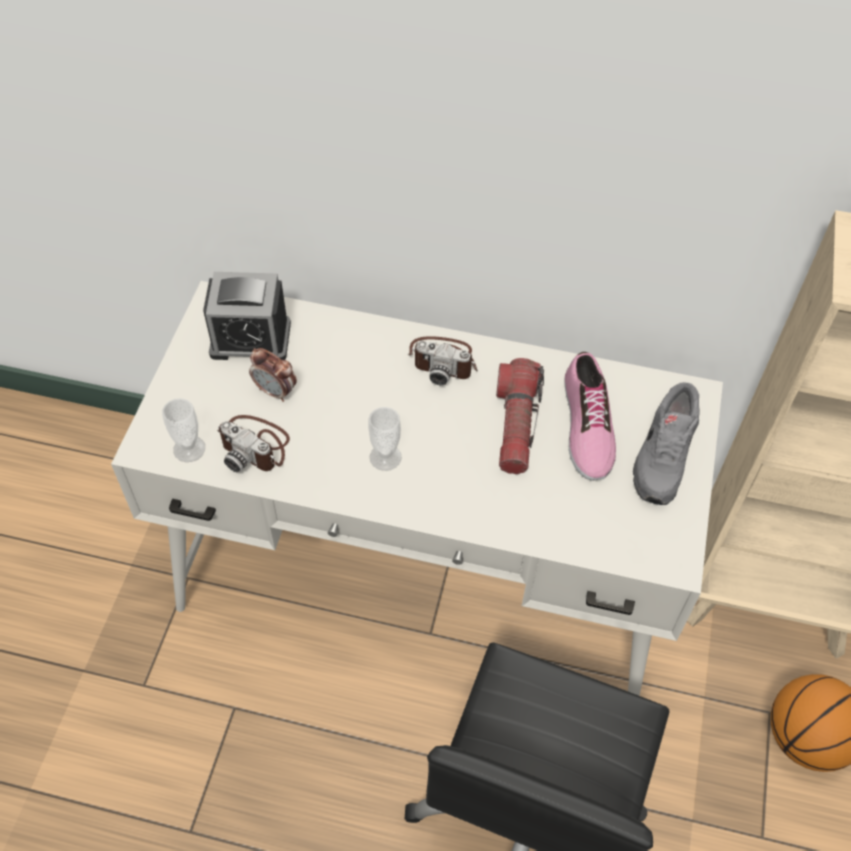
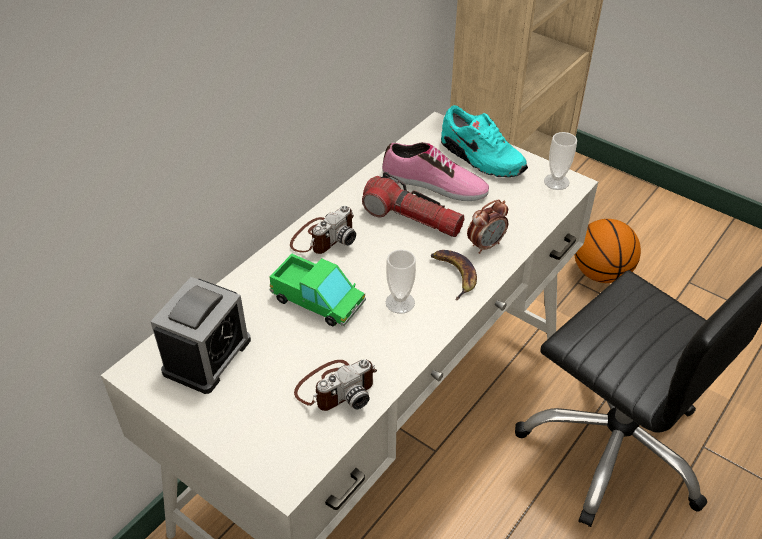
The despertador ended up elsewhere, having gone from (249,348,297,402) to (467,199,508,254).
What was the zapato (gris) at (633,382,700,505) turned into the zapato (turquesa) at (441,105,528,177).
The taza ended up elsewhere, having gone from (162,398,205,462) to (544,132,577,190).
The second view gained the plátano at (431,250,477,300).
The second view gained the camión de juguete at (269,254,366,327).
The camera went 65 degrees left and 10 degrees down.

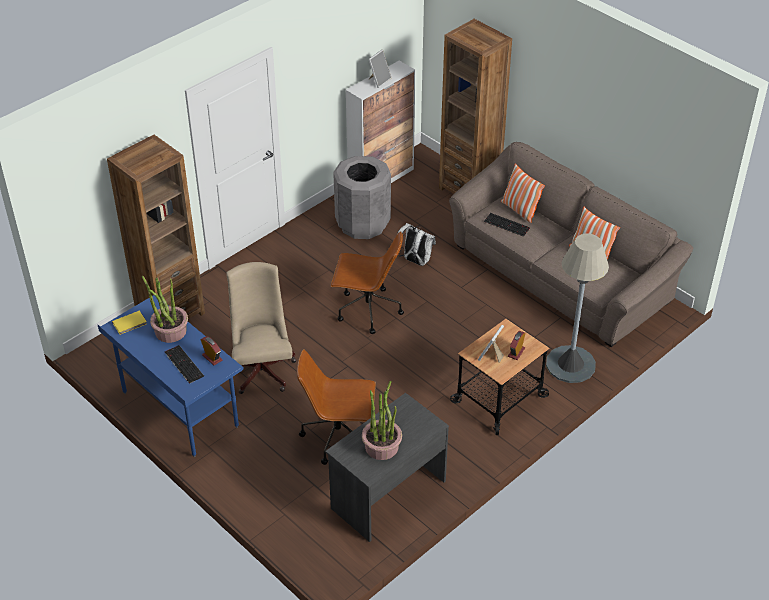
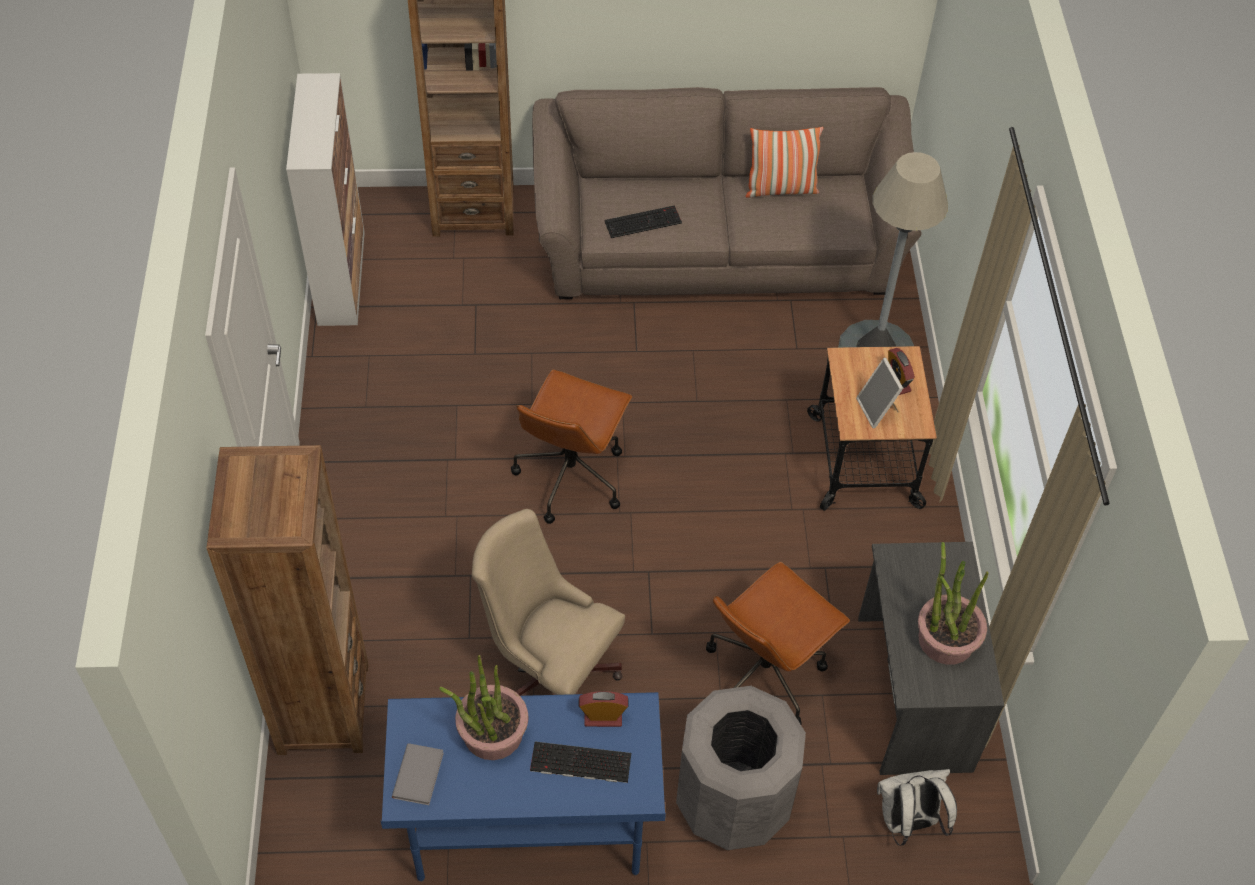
The second view lost the portarretratos at (368,50,392,88).
The papelera (gris) ended up elsewhere, having gone from (333,156,391,239) to (676,686,806,850).
The second view lost the cojín at (501,163,545,223).
The mochila (blanco) ended up elsewhere, having gone from (397,223,436,266) to (877,769,957,846).
The silla de oficina (marrón) at (331,232,404,334) ended up facing another way, 150 degrees clockwise from before.
What was the libro (amarillo) at (112,311,147,335) turned into the libro (gris) at (392,743,444,805).
The camera went 50 degrees left and 10 degrees up.

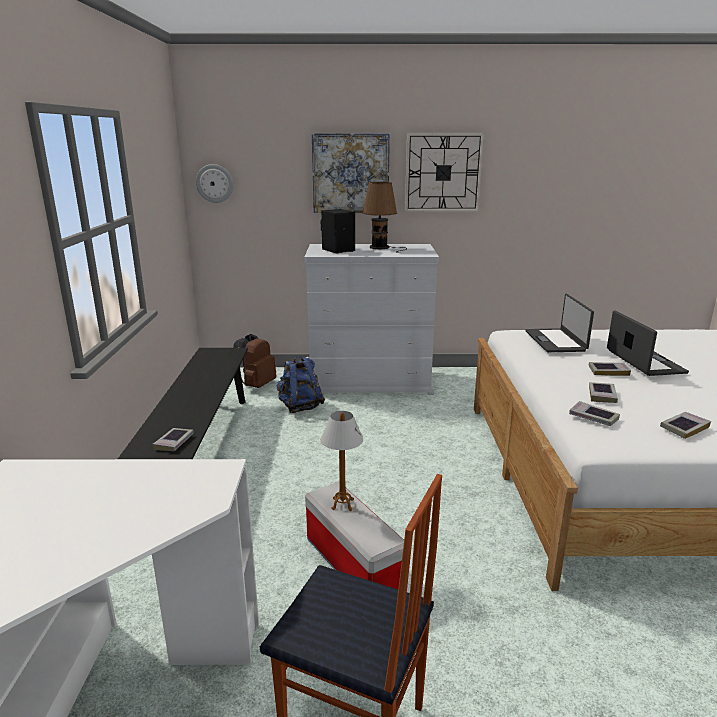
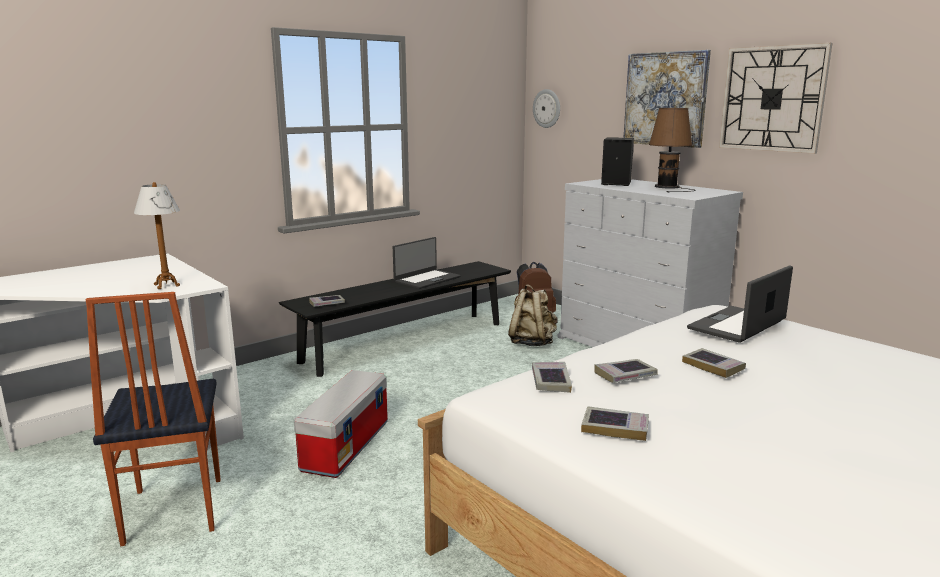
The portátil ended up elsewhere, having gone from (607,310,689,376) to (393,237,461,289).
What was the mochila (azul) at (277,356,325,413) turned into the mochila (beis) at (508,284,558,346).
The lámpara de mesa ended up elsewhere, having gone from (321,411,363,511) to (134,182,180,289).
The camera went 50 degrees right and 5 degrees down.

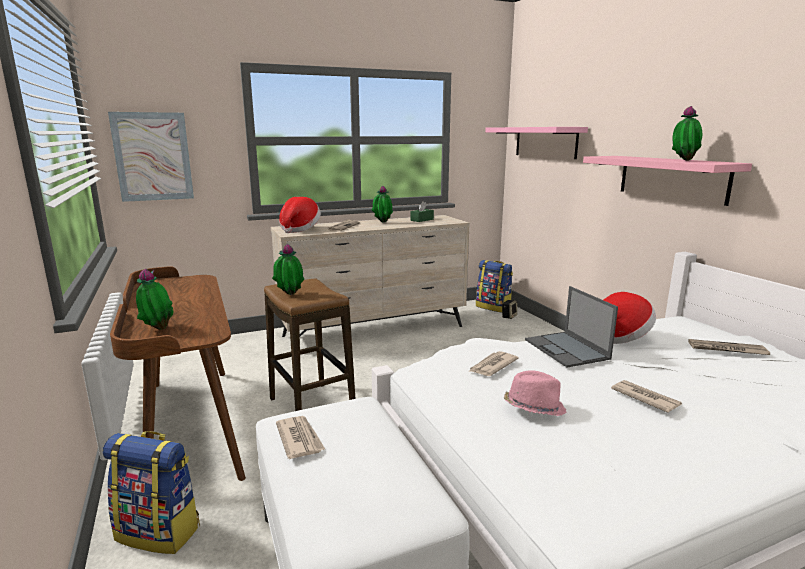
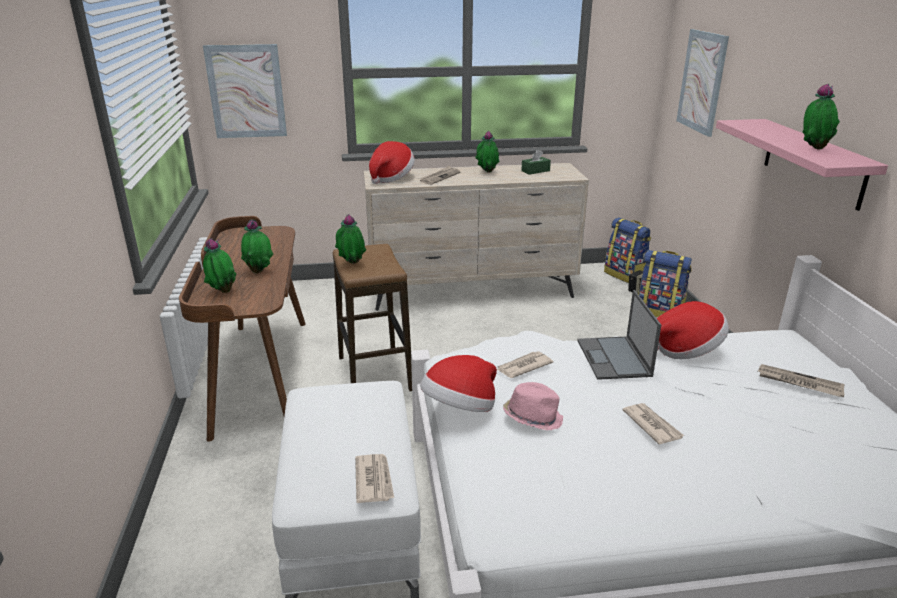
Where the estante (rosa) hung at (485,127,588,159), the cuadro came to hang at (676,29,729,137).
The periódico ended up elsewhere, having gone from (276,416,325,459) to (355,454,394,503).
The mochila ended up elsewhere, having gone from (103,431,200,554) to (638,250,692,317).
The second view gained the planta en maceta at (241,219,273,273).
The second view gained the sombrero at (420,355,497,412).
The camera went 15 degrees right and 10 degrees up.

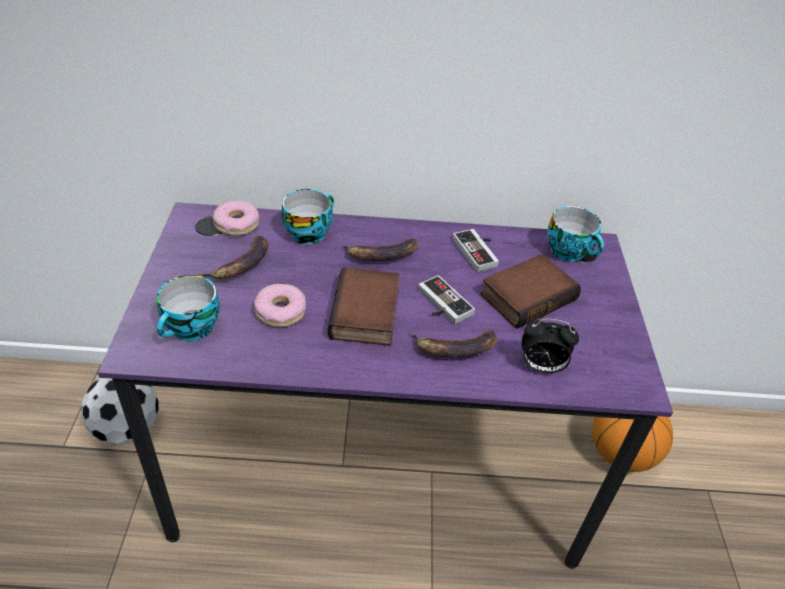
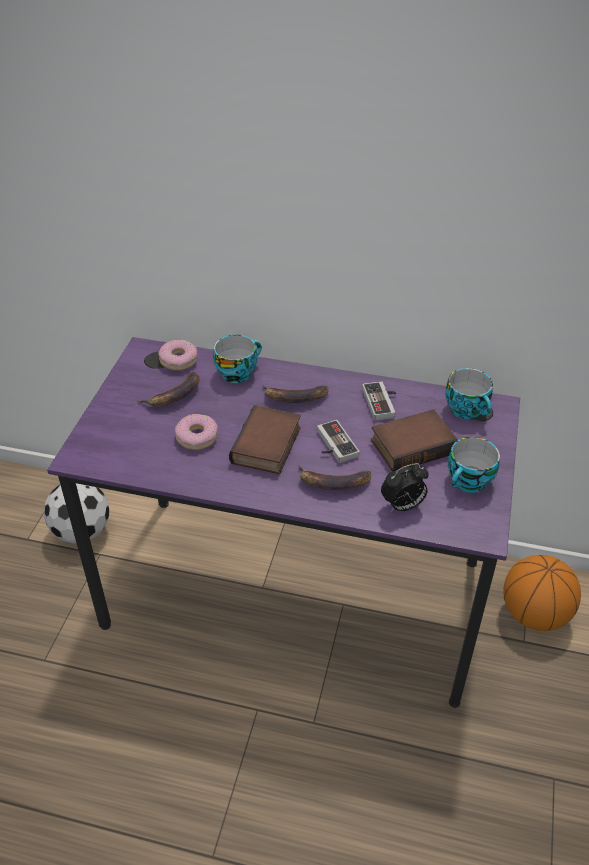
The taza ended up elsewhere, having gone from (157,275,220,341) to (448,437,500,493).
The despertador at (522,318,579,373) ended up facing another way, 45 degrees counterclockwise from before.
The camera went 15 degrees right and 0 degrees up.

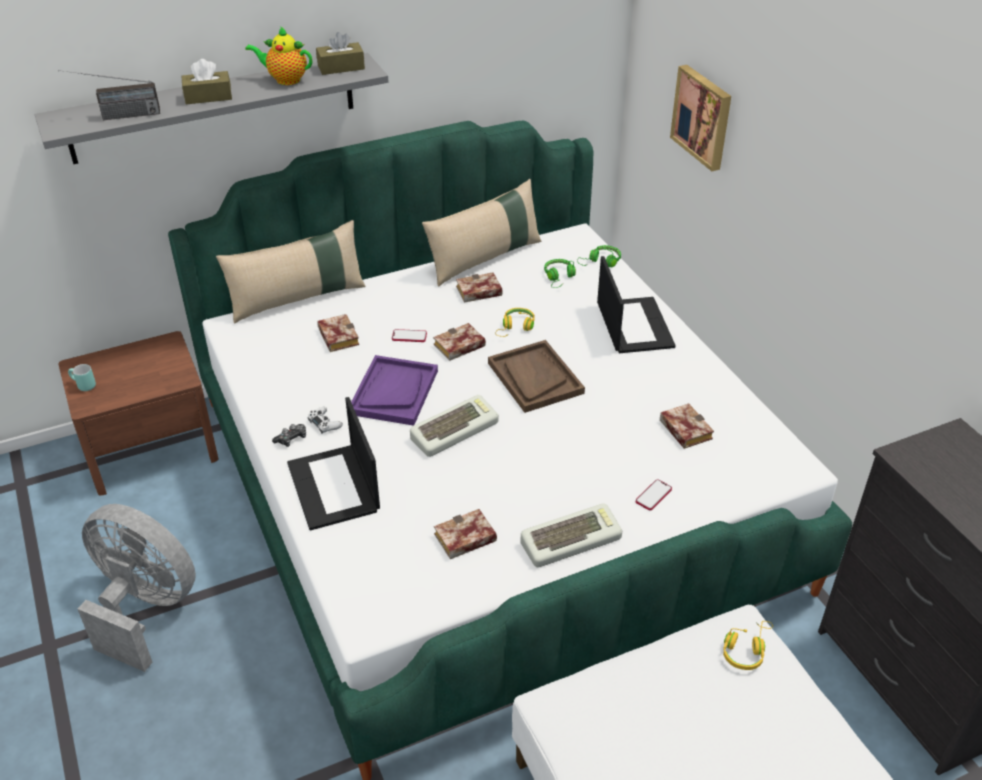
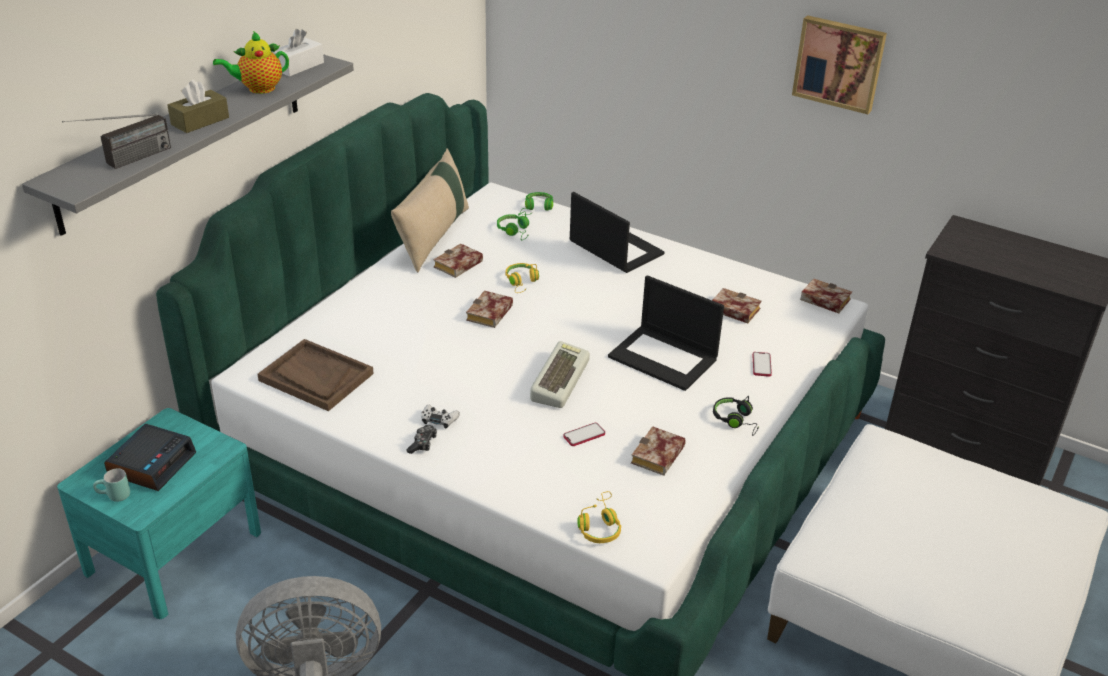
What was the caja de pañuelos (marrón) at (316,32,365,75) turned into the caja de pañuelos (blanco) at (272,29,324,77).
The cuadro ended up elsewhere, having gone from (670,65,731,171) to (792,15,887,114).
The second view lost the cojín (beis) at (216,220,365,323).
The libro ended up elsewhere, having gone from (317,314,359,352) to (800,279,852,313).
The móvil ended up elsewhere, having gone from (392,329,427,342) to (563,423,605,446).
What was the mesita de noche (marrón) at (58,331,218,495) turned into the mesita de noche (turquesa) at (57,408,261,619).
The bandeja (marrón) ended up elsewhere, having gone from (488,340,585,413) to (258,339,374,411).
The second view lost the bandeja (morado) at (351,355,438,426).
The portátil ended up elsewhere, having gone from (287,397,380,530) to (608,275,724,391).
Where the teclado stood at (520,503,622,567), the auriculares (negro) came to stand at (713,396,759,436).
The auriculares (amarillo) ended up elsewhere, having gone from (723,621,773,670) to (577,491,621,543).
The second view gained the despertador at (104,424,196,491).
The camera went 35 degrees left and 5 degrees down.

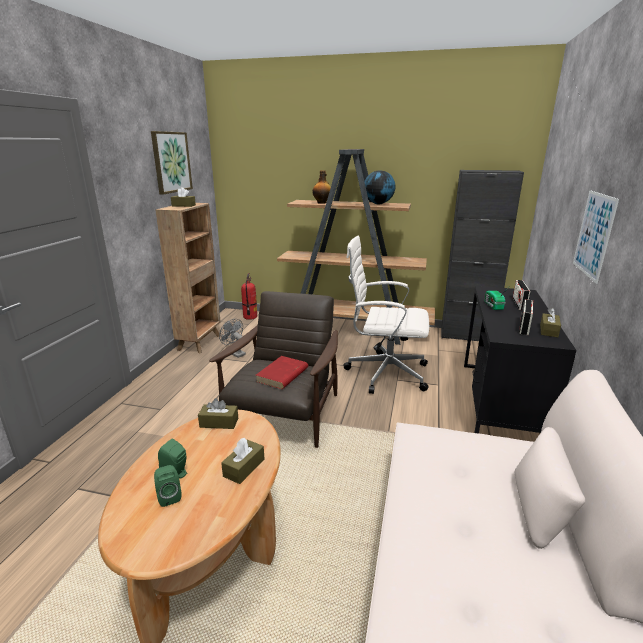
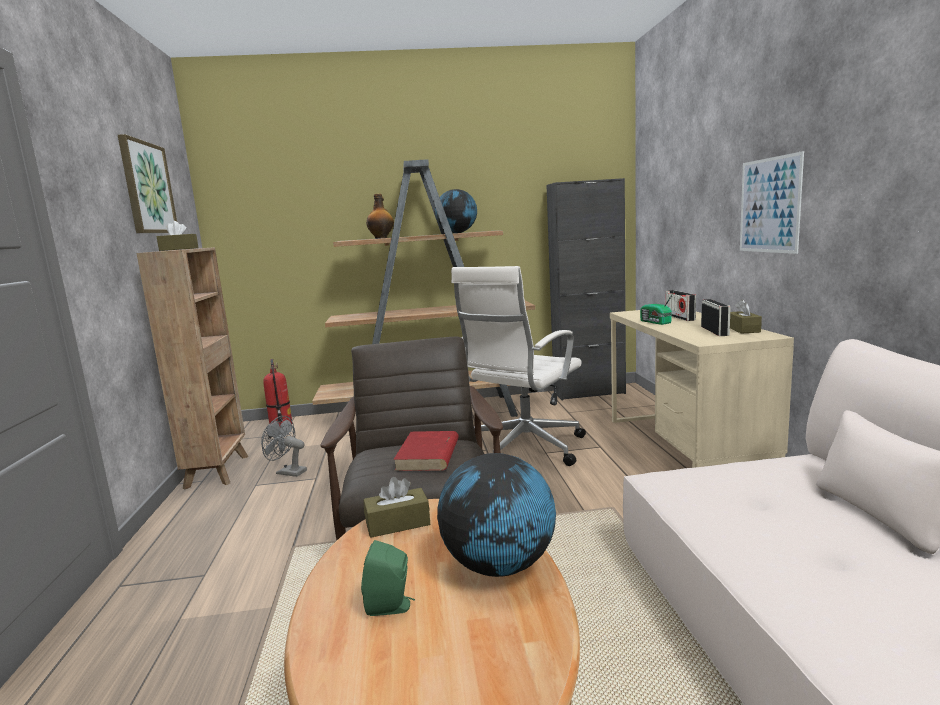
The silla de oficina (blanco) at (343,236,429,394) ended up facing another way, 45 degrees counterclockwise from before.
What was the escritorio (negro) at (464,286,576,433) turned into the escritorio (beis) at (610,310,794,468).
Where the caja de pañuelos (marrón) stood at (221,438,265,484), the globo terráqueo came to stand at (437,453,556,577).
The second view lost the altavoz (verde) at (154,465,181,507).
The camera went 20 degrees left and 10 degrees down.

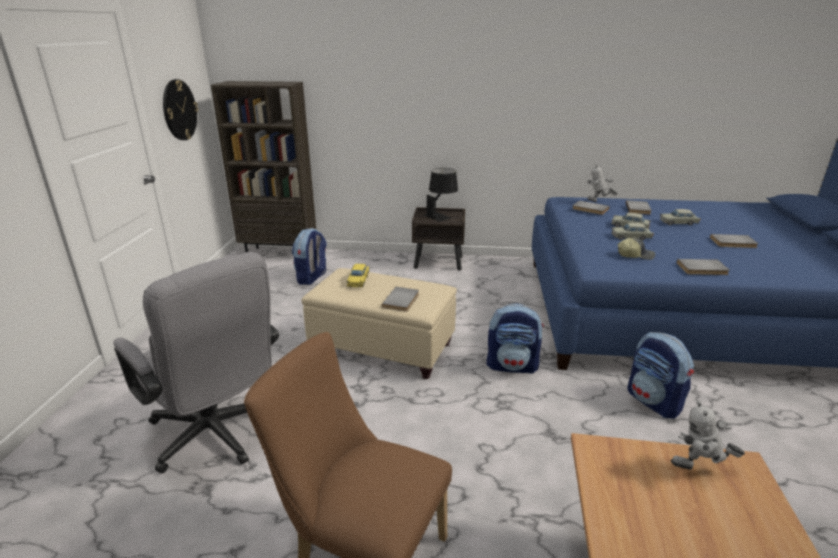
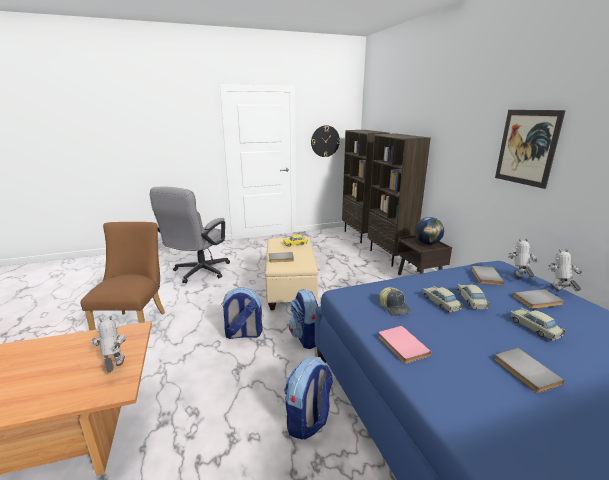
Where the lámpara de mesa (negro) stood at (424,168,458,221), the globo terráqueo came to stand at (415,217,444,245).
The mochila ended up elsewhere, having gone from (292,228,327,285) to (221,287,263,339).
What was the libro (gris) at (677,259,730,275) turned into the libro (rosa) at (379,326,431,364).
The second view gained the cuadro at (495,110,566,189).
The second view gained the estantería (marrón) at (367,134,431,267).
The second view gained the robot de juguete at (548,249,584,291).
The camera went 65 degrees right and 5 degrees down.

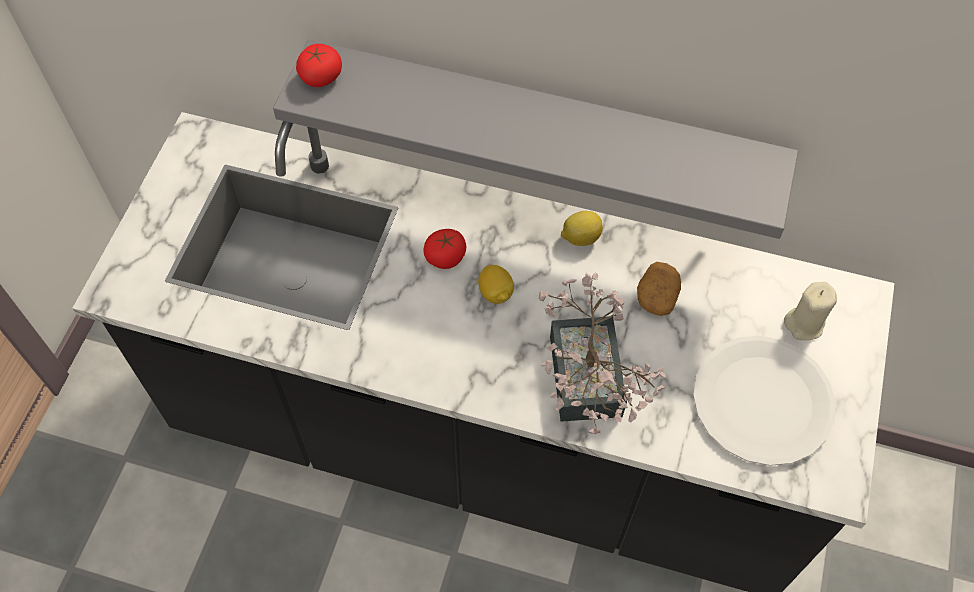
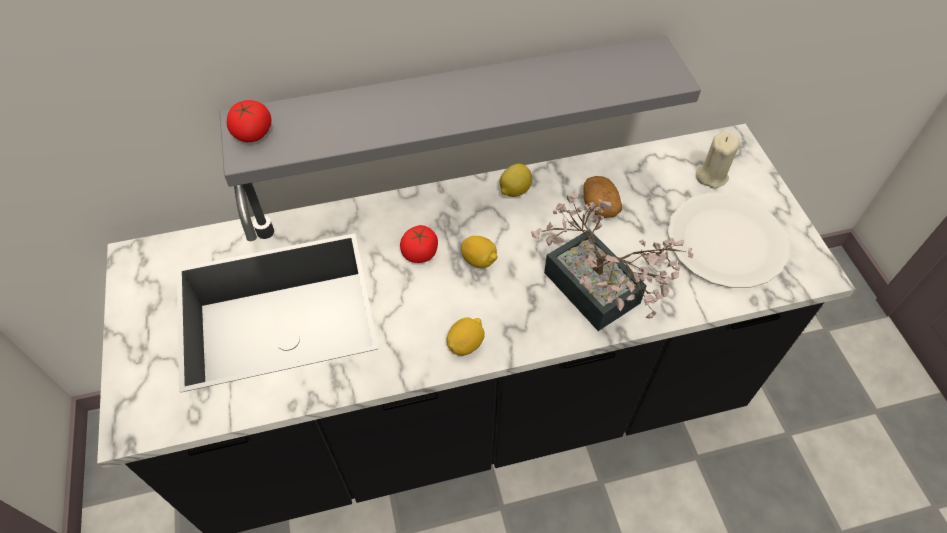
The second view gained the limón at (447,318,485,356).
The camera went 30 degrees left and 5 degrees down.

